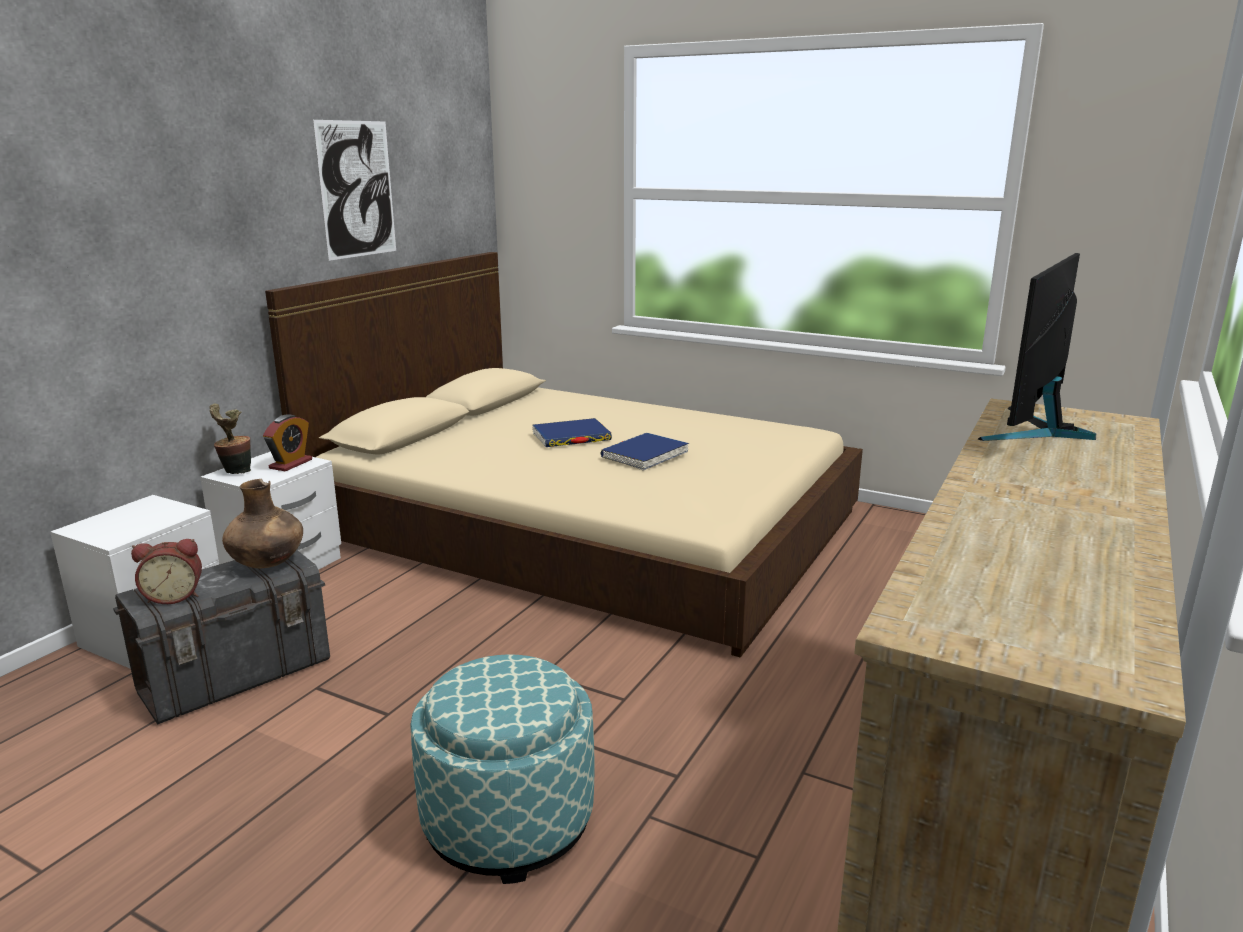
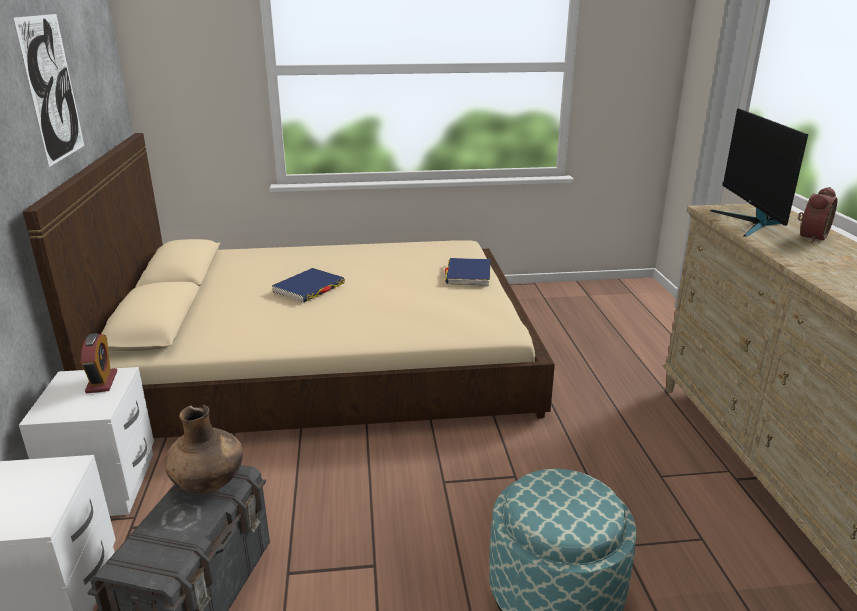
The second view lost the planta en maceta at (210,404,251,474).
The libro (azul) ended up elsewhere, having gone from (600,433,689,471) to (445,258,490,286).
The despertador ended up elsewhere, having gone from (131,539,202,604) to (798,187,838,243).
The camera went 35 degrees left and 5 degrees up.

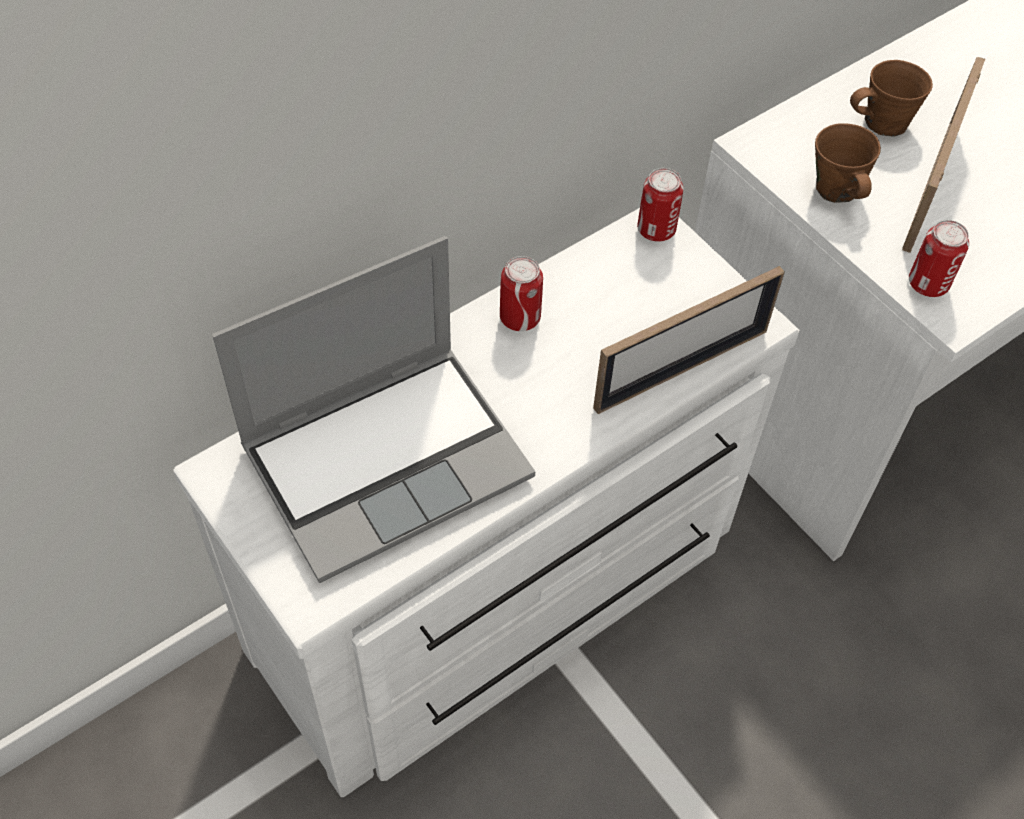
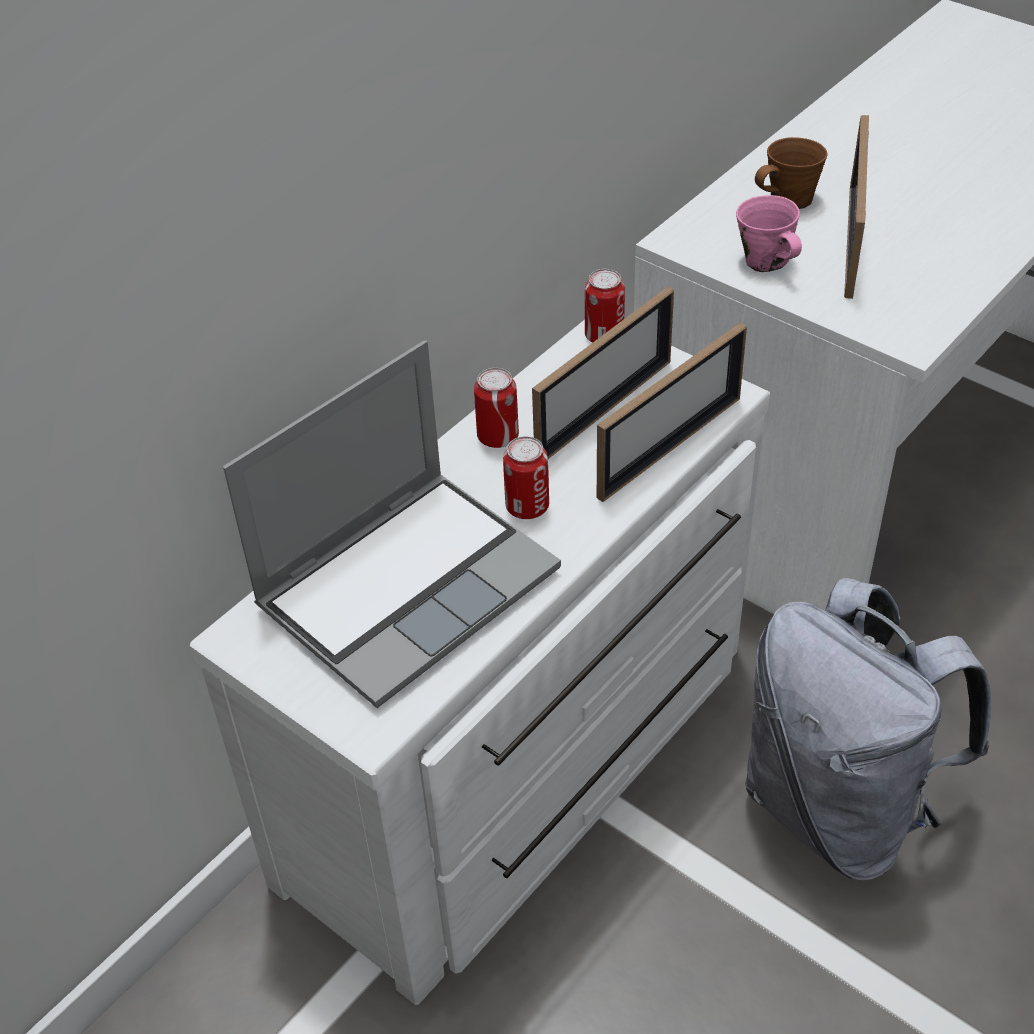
What was the taza grande (marrón) at (815,123,881,203) turned into the taza grande (rosa) at (736,195,802,272).
The lata ended up elsewhere, having gone from (909,220,969,297) to (503,436,549,519).
The second view gained the portarretratos at (532,287,674,459).
The second view gained the mochila (gris) at (745,578,991,881).
The camera went 10 degrees left and 10 degrees down.

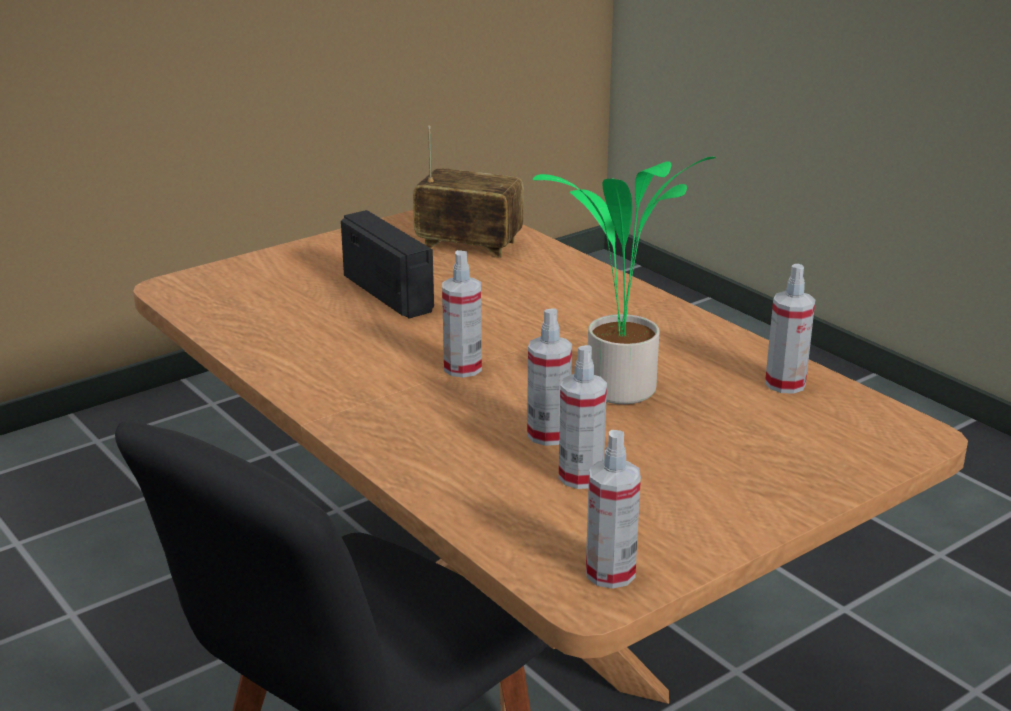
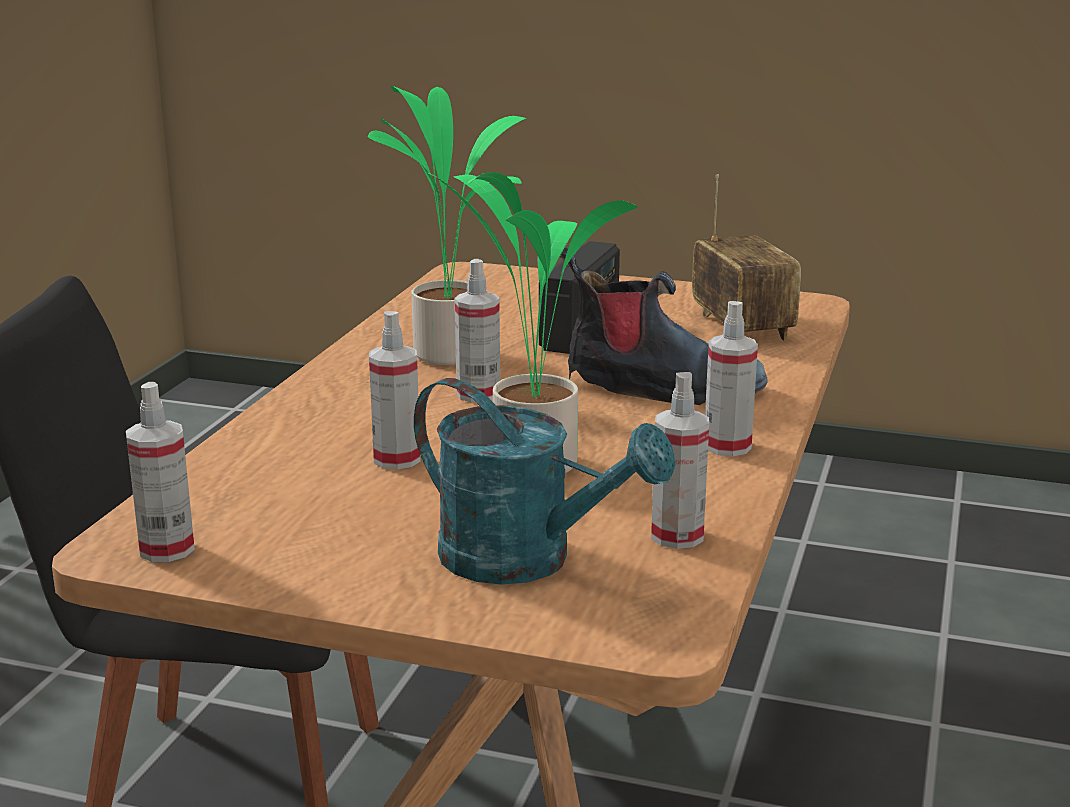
The pulverizador ended up elsewhere, having gone from (559,345,607,489) to (705,301,758,456).
The second view gained the planta en maceta at (368,86,526,365).
The second view gained the bota at (560,248,767,405).
The second view gained the regadera (turquesa) at (414,378,676,585).
The camera went 55 degrees right and 5 degrees down.

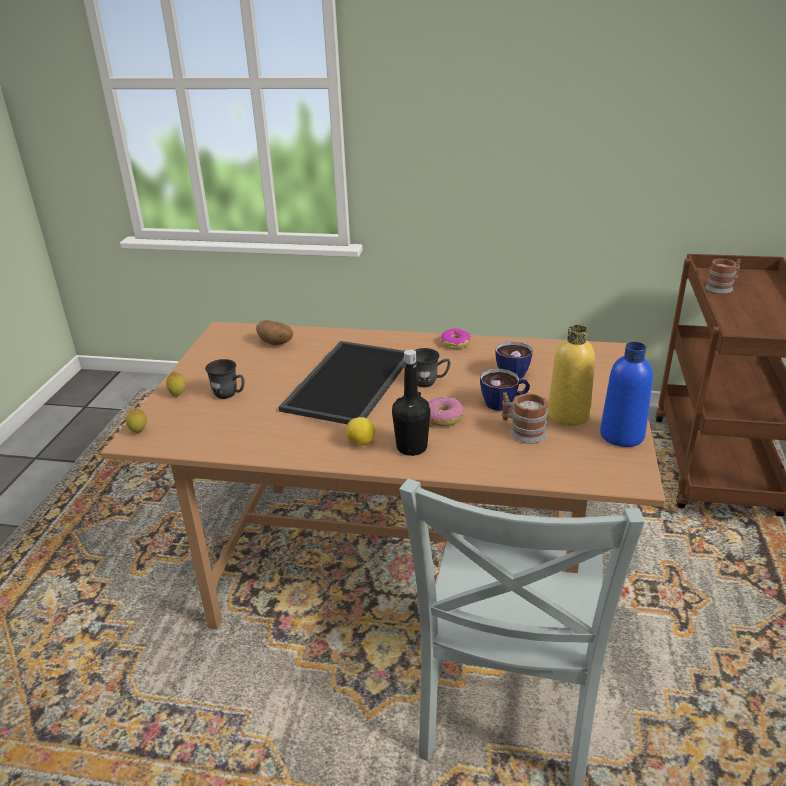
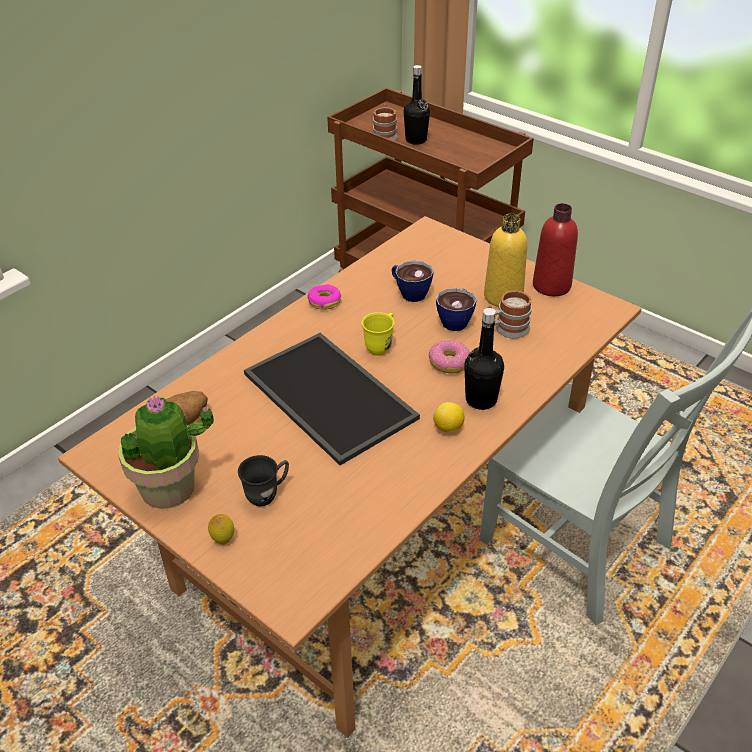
What was the botella (azul) at (600,342,653,447) turned into the botella (rojo) at (533,203,578,296).
What was the taza grande (gris) at (415,348,451,387) turned into the taza grande (amarillo) at (361,312,395,356).
The second view lost the limón at (126,409,147,433).
The second view gained the botella (negro) at (404,65,430,145).
The second view gained the planta en maceta at (118,396,214,509).
The camera went 60 degrees left and 10 degrees up.

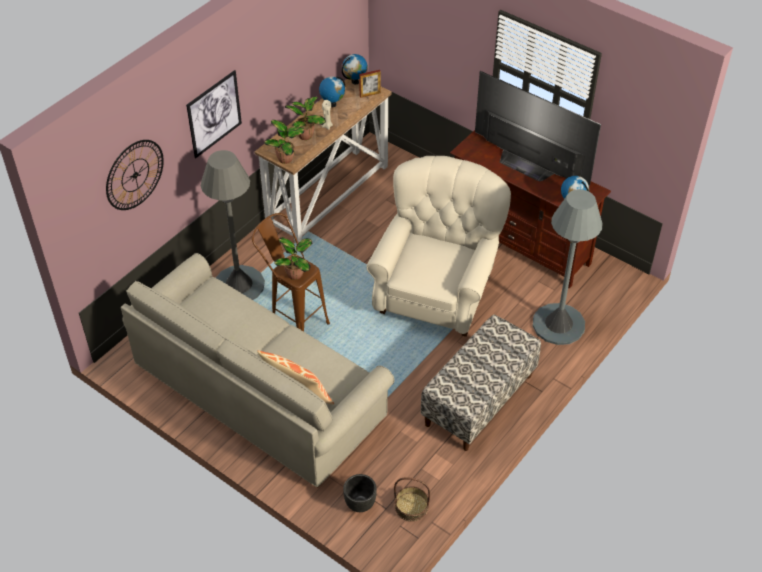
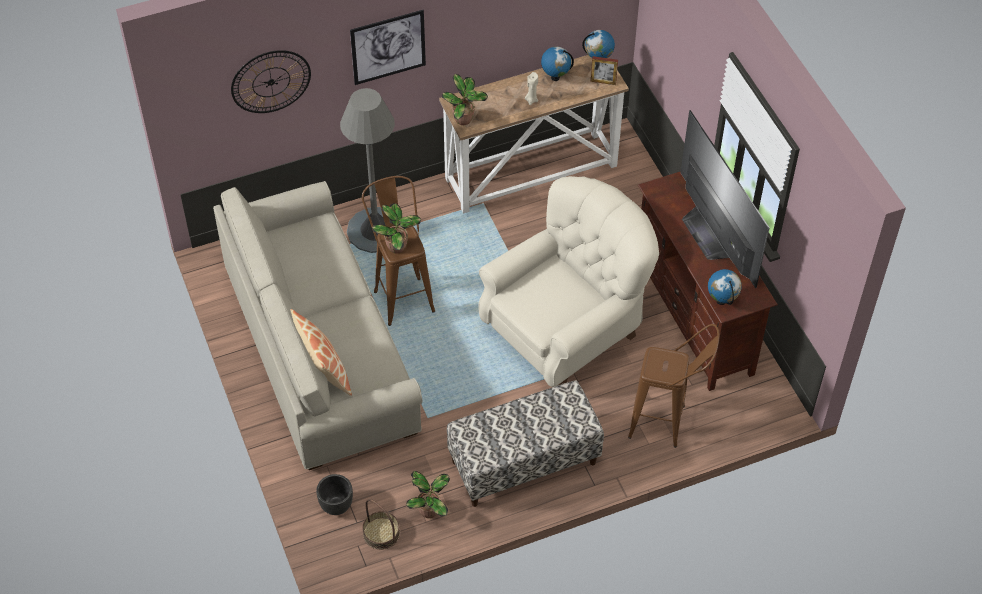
The planta en maceta ended up elsewhere, having gone from (285,96,326,140) to (406,471,450,518).
Where the lámpara de pie (gris) stood at (533,189,603,345), the taburete (marrón) came to stand at (628,324,720,448).
The camera went 30 degrees right and 5 degrees up.

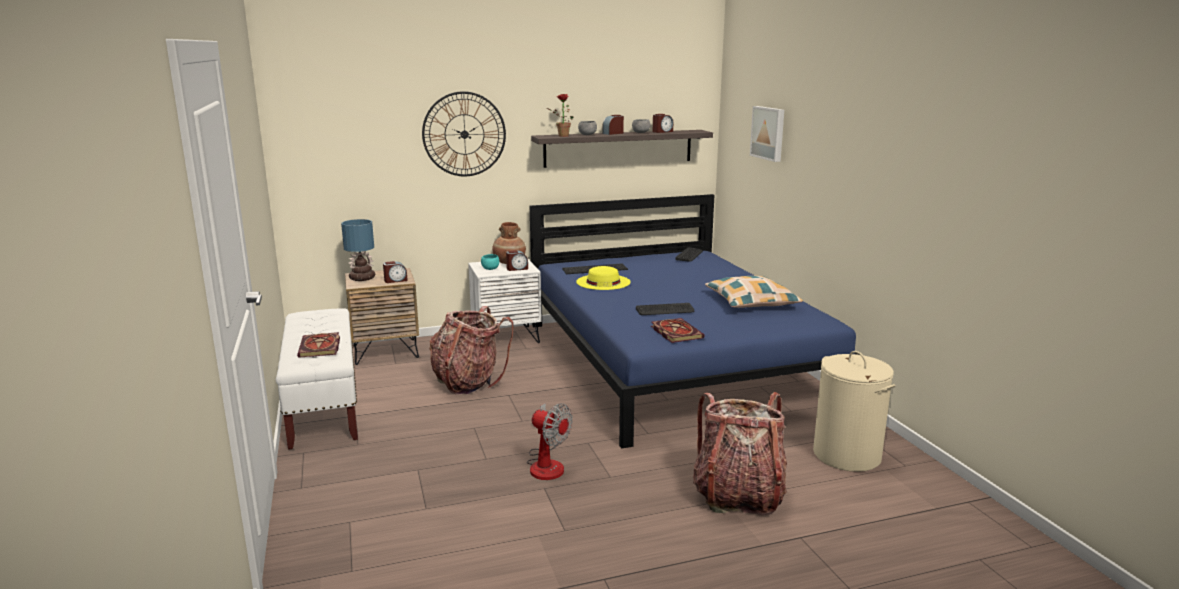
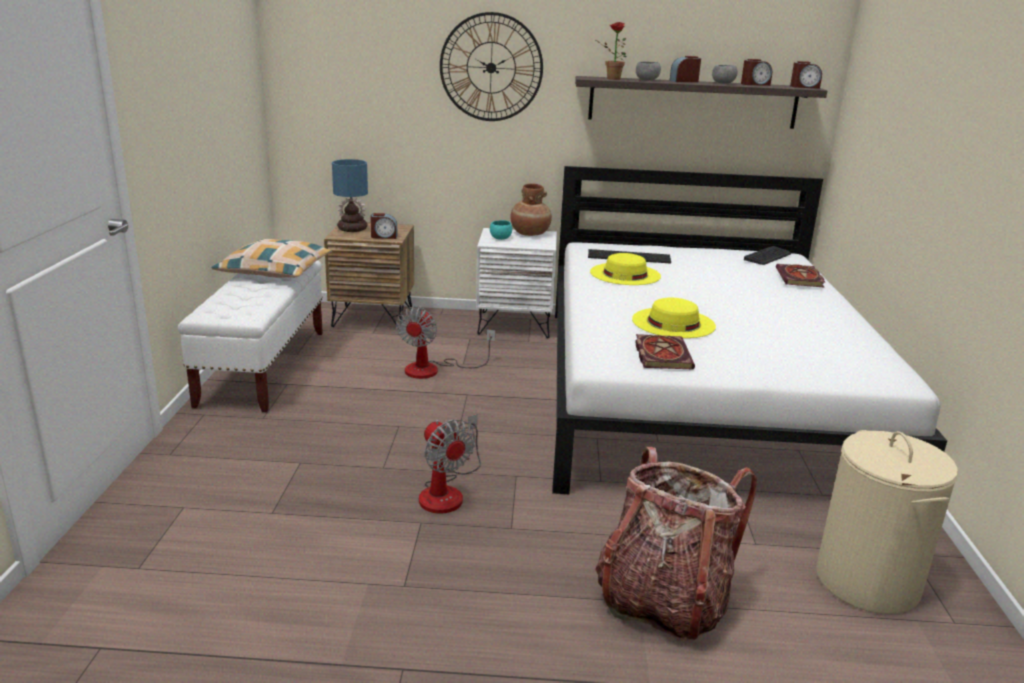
The second view lost the cuadro at (750,106,784,162).
What was the cama (azul) at (530,194,859,449) turned into the cama (blanco) at (552,166,947,494).
The despertador ended up elsewhere, having gone from (506,250,528,271) to (790,61,822,89).
The cojín ended up elsewhere, having gone from (705,276,803,308) to (211,239,332,278).
Where the teclado stood at (636,303,694,315), the sombrero (amarillo) came to stand at (632,298,716,338).
Where the mochila stood at (429,306,514,395), the ventilador came to stand at (396,306,495,379).
The libro ended up elsewhere, having gone from (297,332,340,358) to (776,264,825,287).
The camera went 20 degrees right and 5 degrees up.

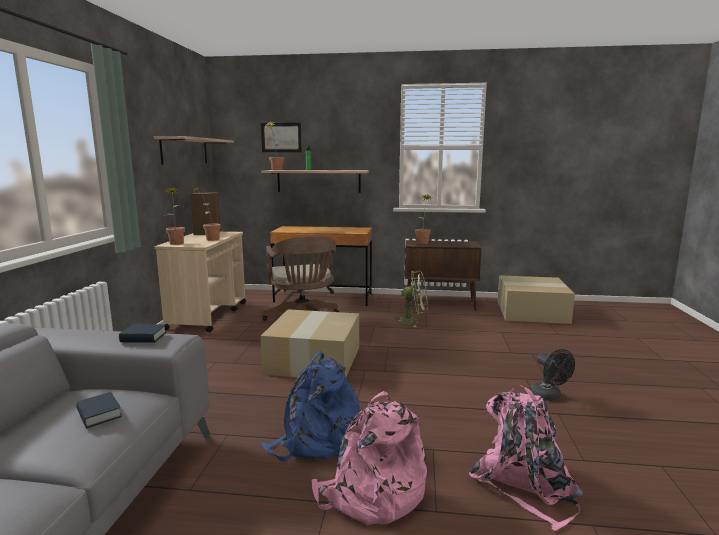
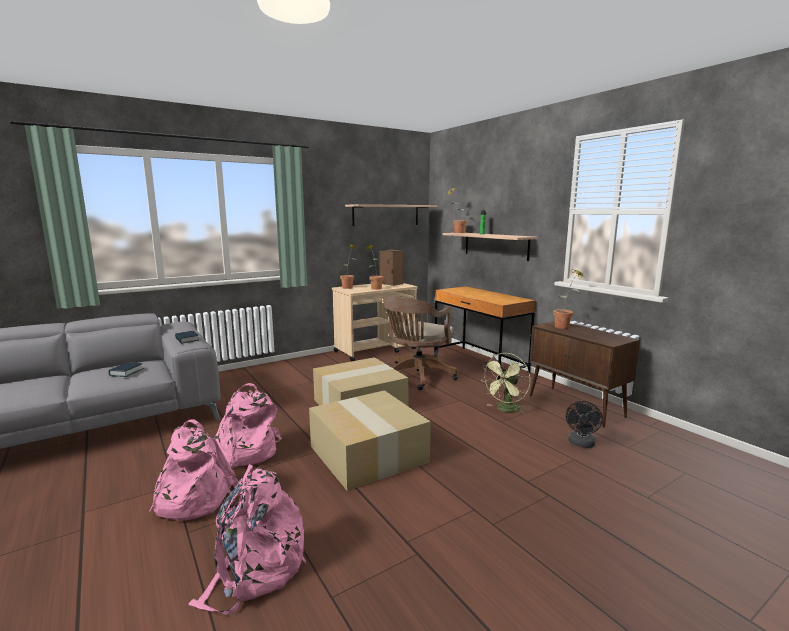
The second view lost the cuadro at (261,123,302,152).
The ventilador (verde) at (393,270,428,327) ended up facing another way, 75 degrees clockwise from before.
The caja de cartón ended up elsewhere, having gone from (497,275,575,324) to (309,390,431,491).
The ventilador (negro) ended up elsewhere, having gone from (531,349,575,401) to (566,401,603,448).
What was the mochila (azul) at (261,351,360,461) turned into the mochila (rosa) at (212,383,282,467).
The camera went 50 degrees right and 0 degrees up.

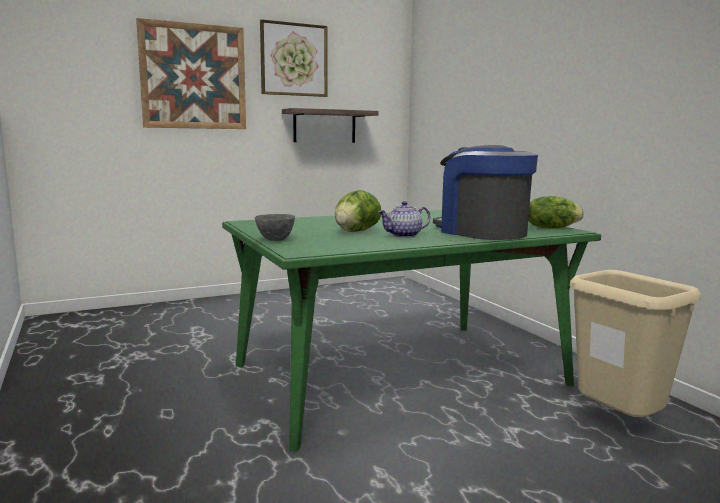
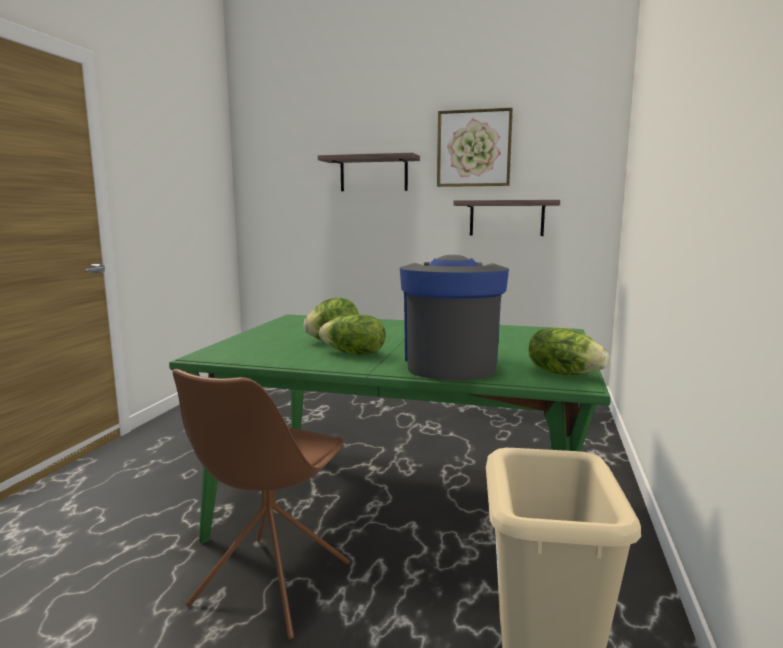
Where the cuadro hung at (136,18,246,129), the estante came to hang at (318,153,420,191).
Where the tetera stood at (378,201,430,238), the lechuga came to stand at (319,314,385,355).
The second view lost the cuenco (gris) at (255,214,295,241).
The second view gained the silla (marrón) at (173,369,350,640).
The camera went 40 degrees right and 0 degrees up.

